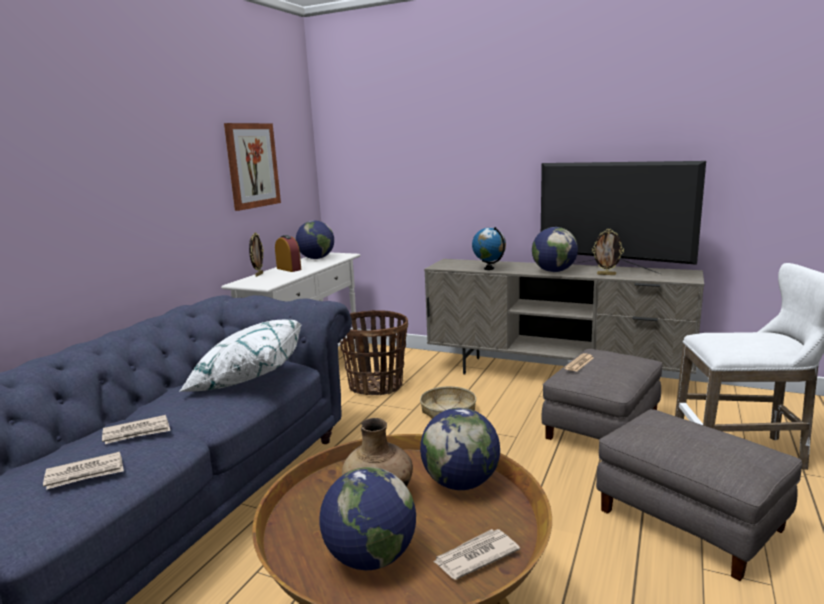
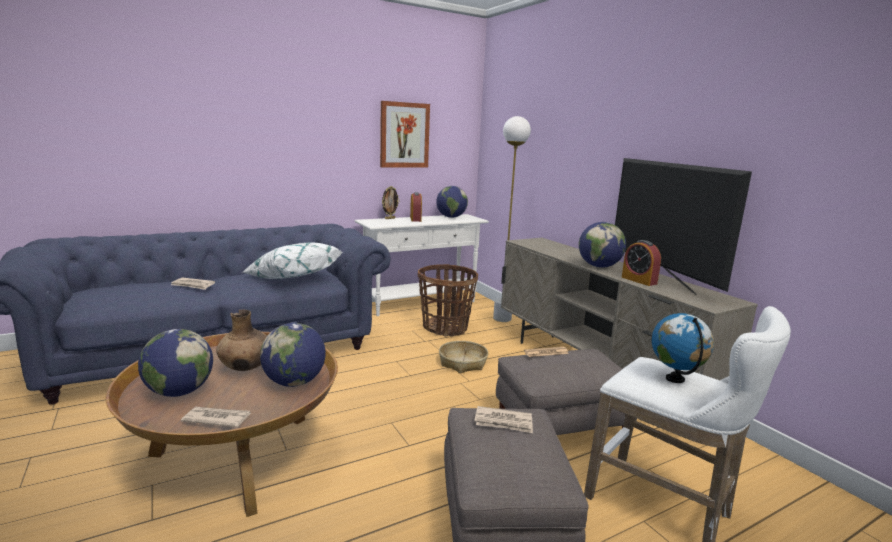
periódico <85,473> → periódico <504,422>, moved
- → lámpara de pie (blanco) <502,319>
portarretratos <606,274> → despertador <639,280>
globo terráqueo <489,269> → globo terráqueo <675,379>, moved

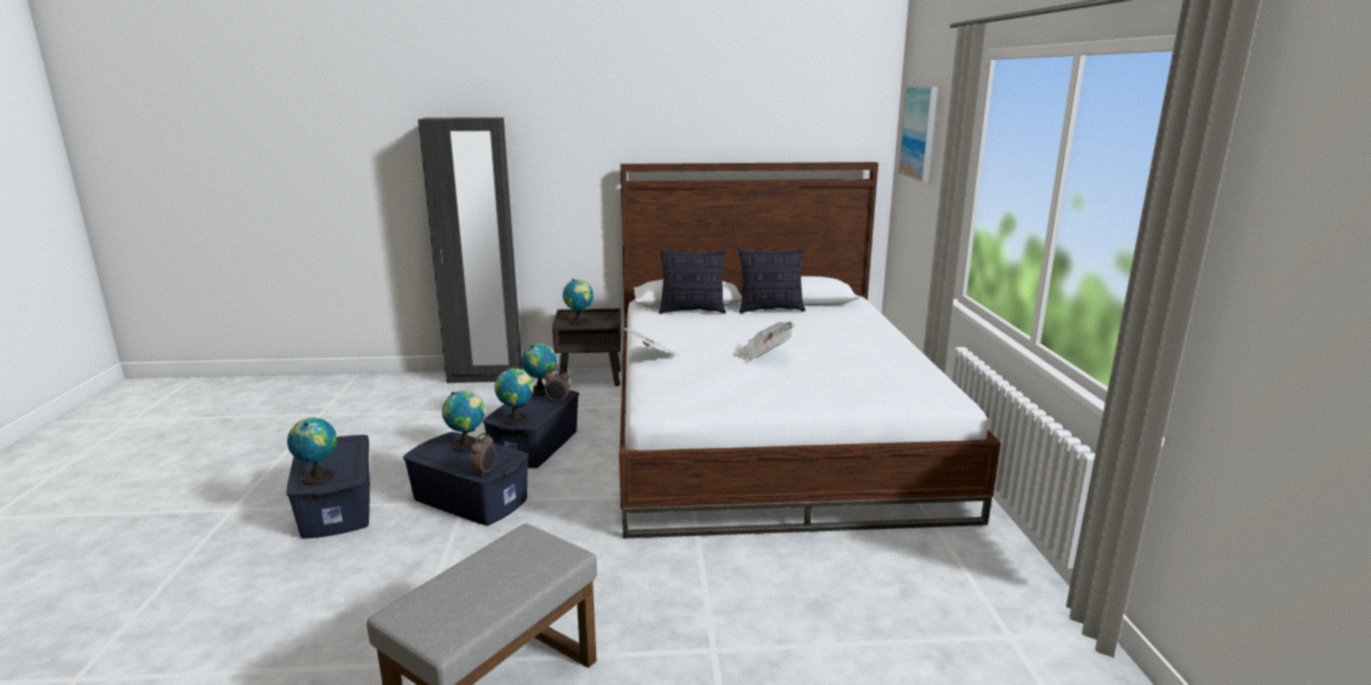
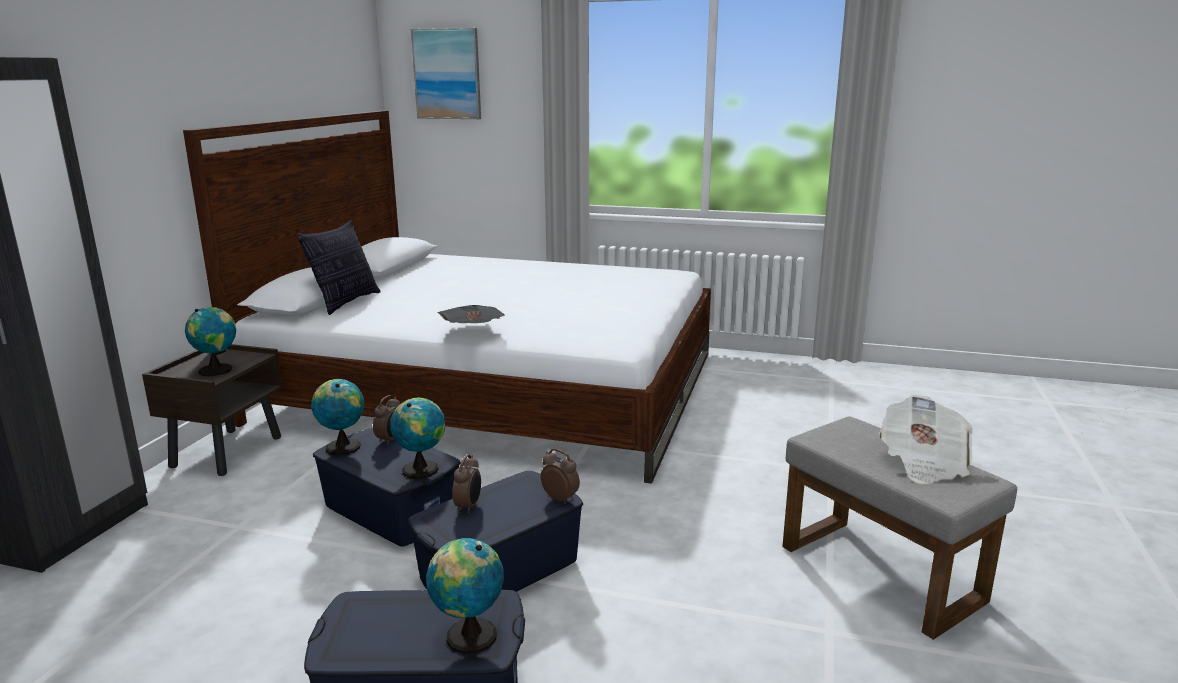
globo terráqueo <467,445> → despertador <469,506>
periódico <763,356> → periódico <923,462>, moved
cojín <770,309> → -

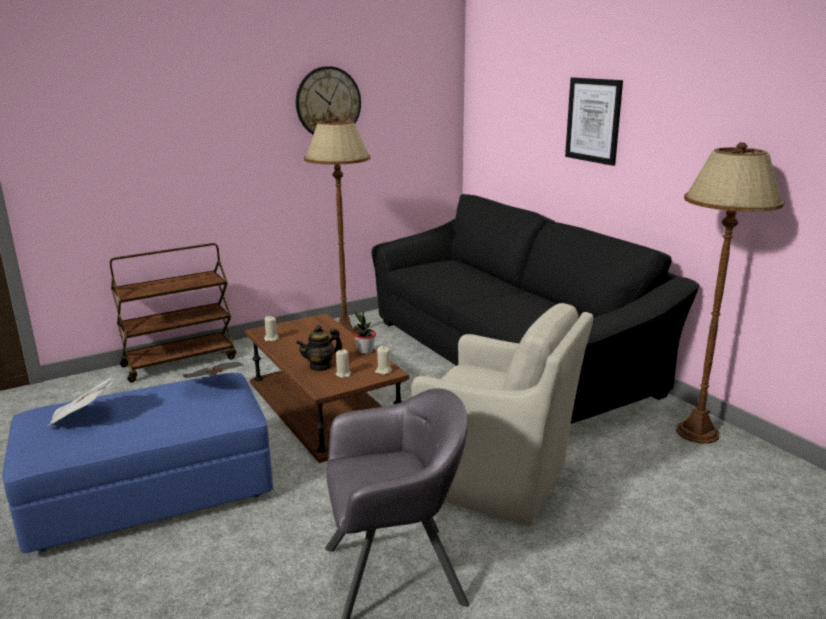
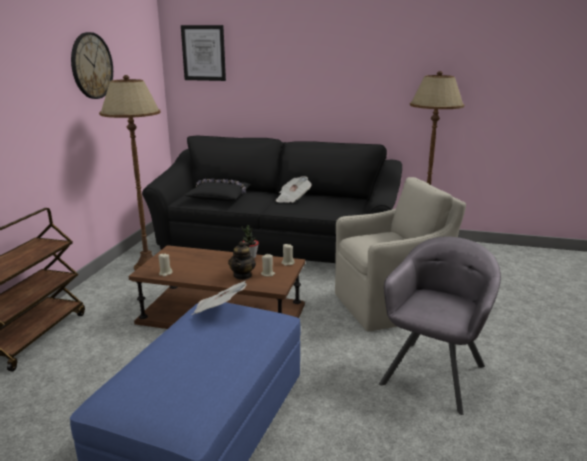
cuadro <593,120> → cuadro <203,53>, moved
- → cojín (negro) <220,196>
periódico <83,417> → periódico <292,199>, moved

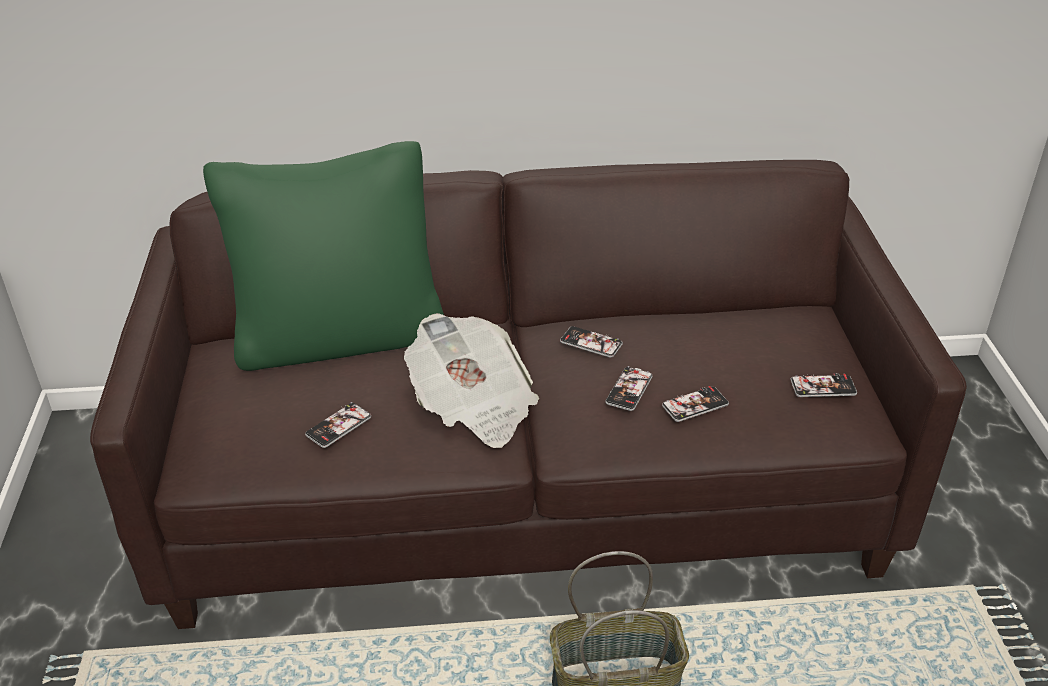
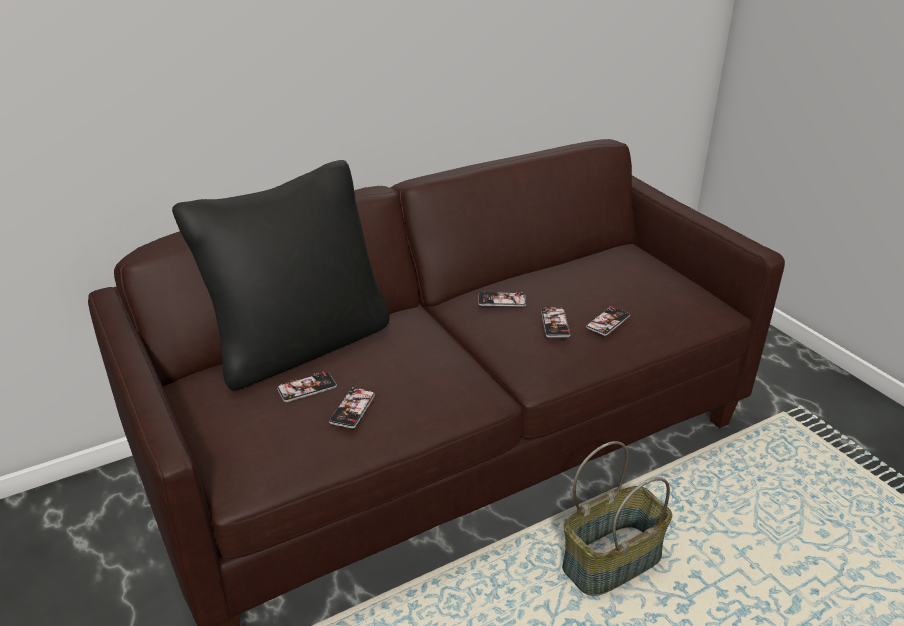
cojín (verde) <340,337> → cojín (negro) <300,345>
móvil <823,387> → móvil <307,388>, moved
periódico <474,406> → -

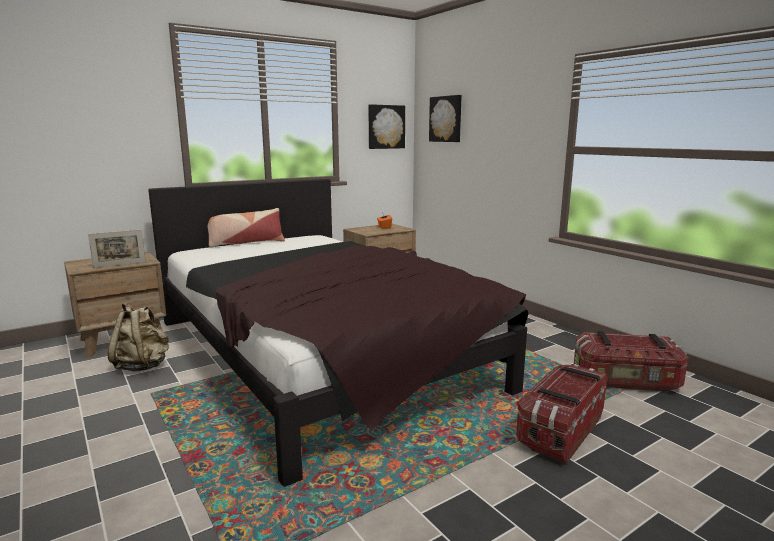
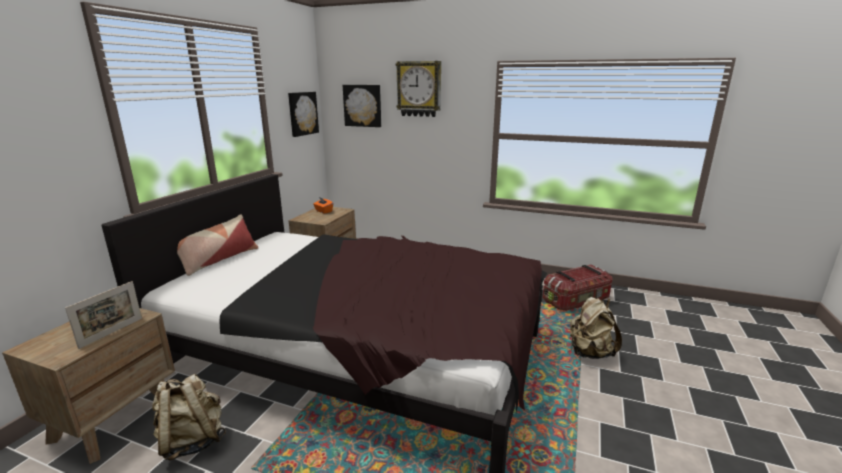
- → reloj de pared <419,89>
caja de almacenaje <560,431> → mochila (beis) <589,353>

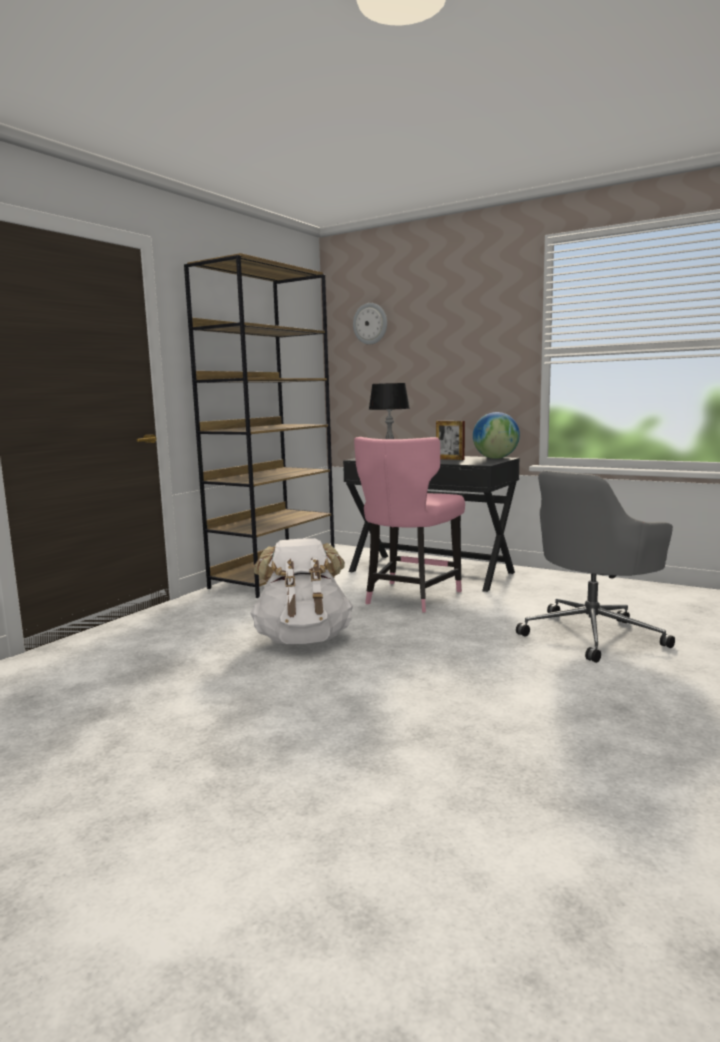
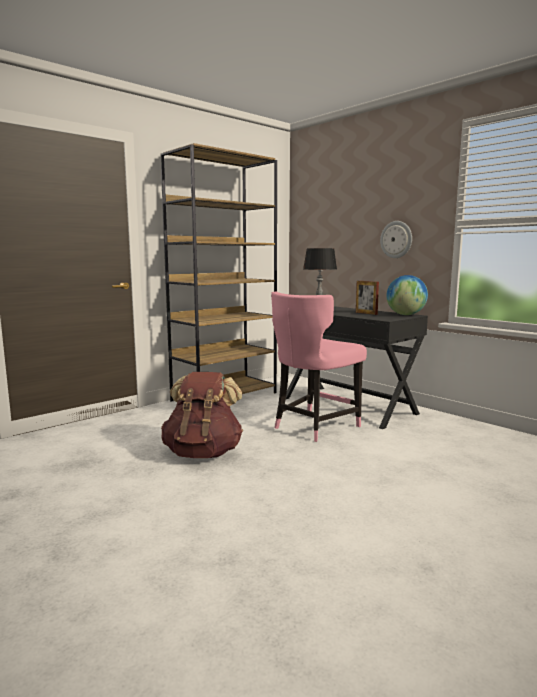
mochila (blanco) <303,639> → mochila (marrón) <203,453>
reloj de pared <370,323> → reloj de pared <396,239>, moved
silla de oficina (gris) <593,634> → -

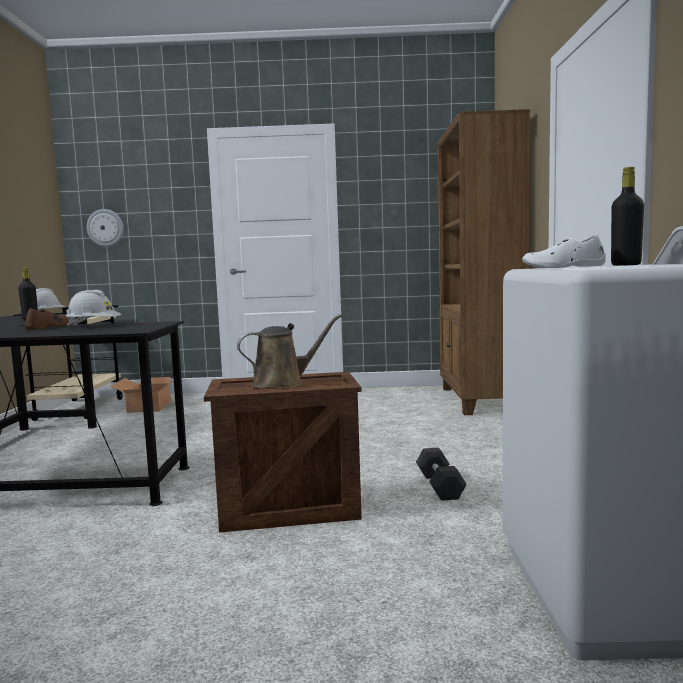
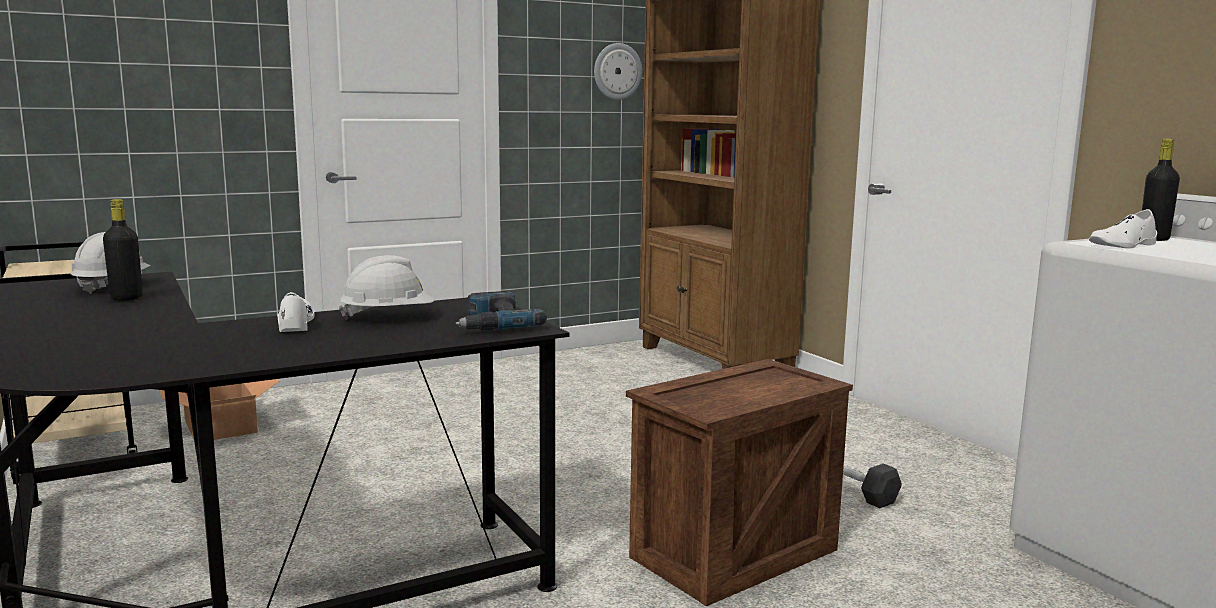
zapato (marrón) <48,327> → zapato (blanco) <295,323>
- → taladro <492,323>
reloj de pared <105,228> → reloj de pared <617,71>, moved
regadera (marrón) <283,383> → -

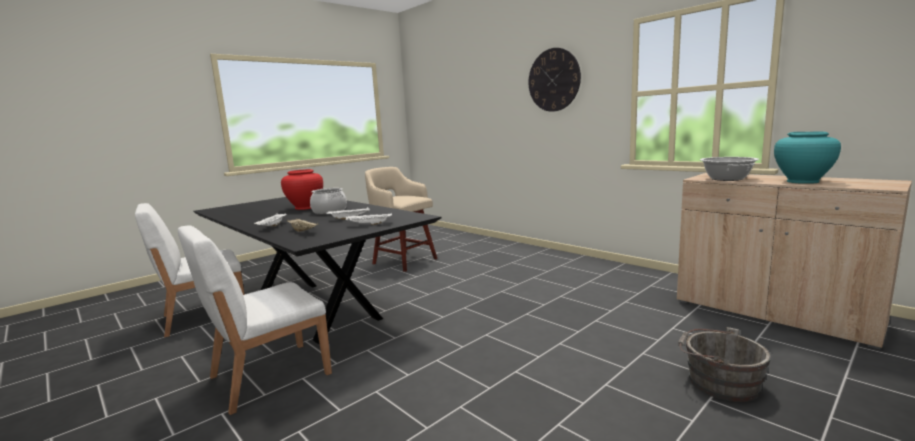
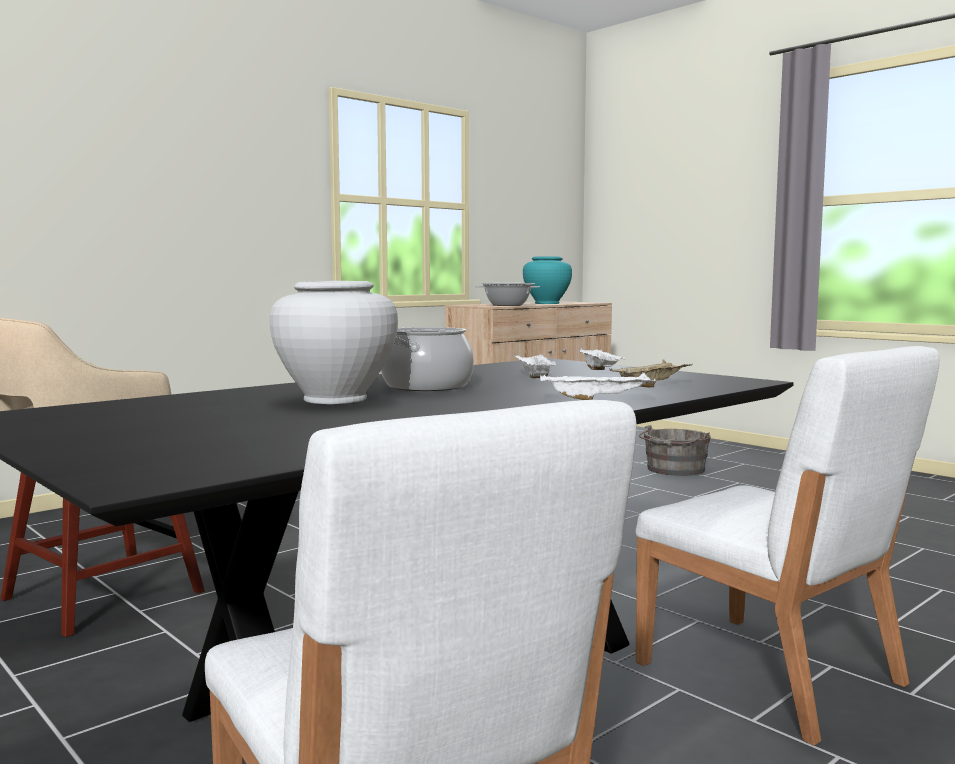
florero (rojo) <305,207> → florero (blanco) <335,399>
reloj de pared <553,80> → -

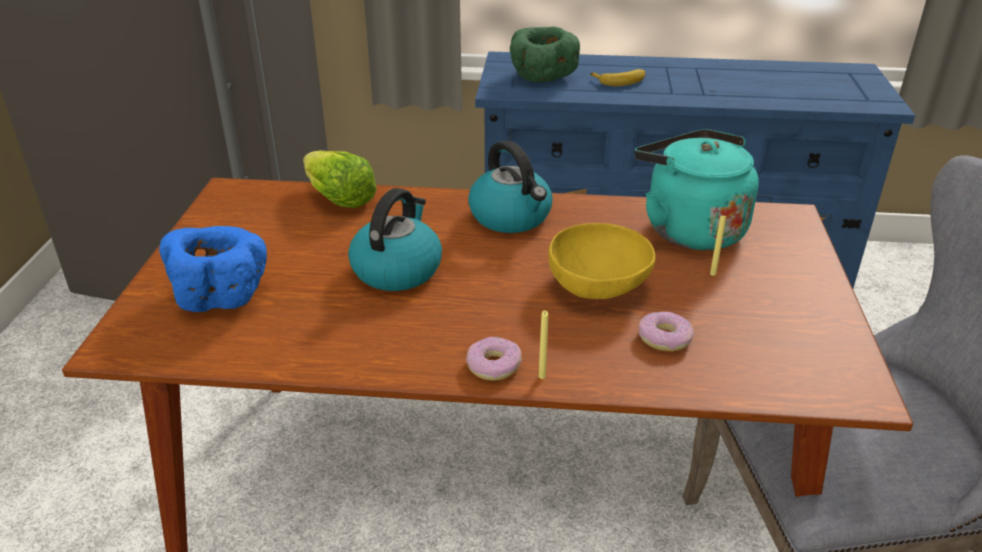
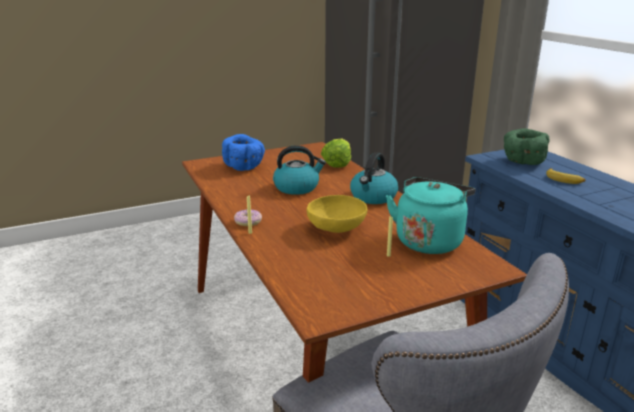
rosquilla <664,338> → -

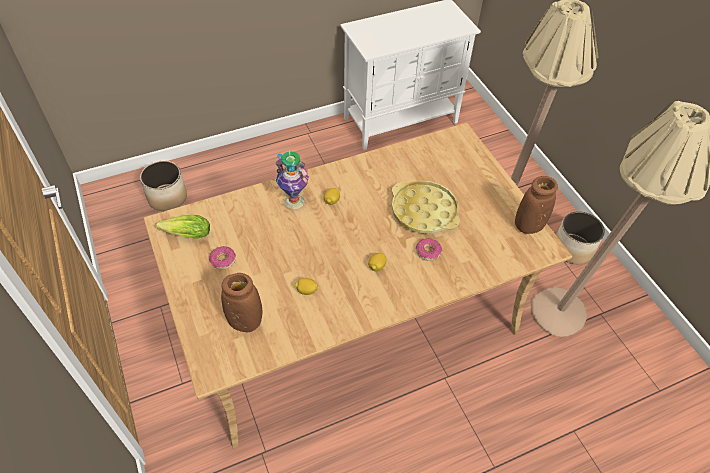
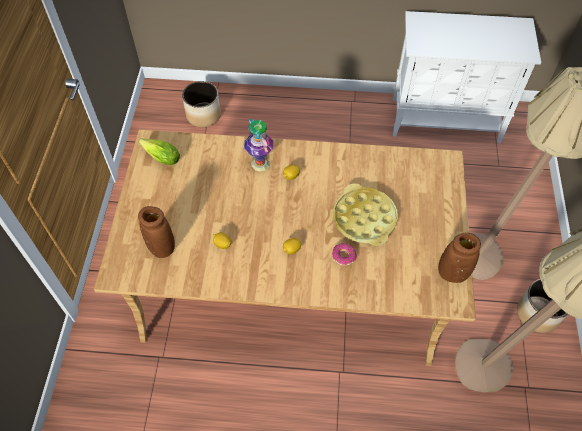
rosquilla <223,260> → -

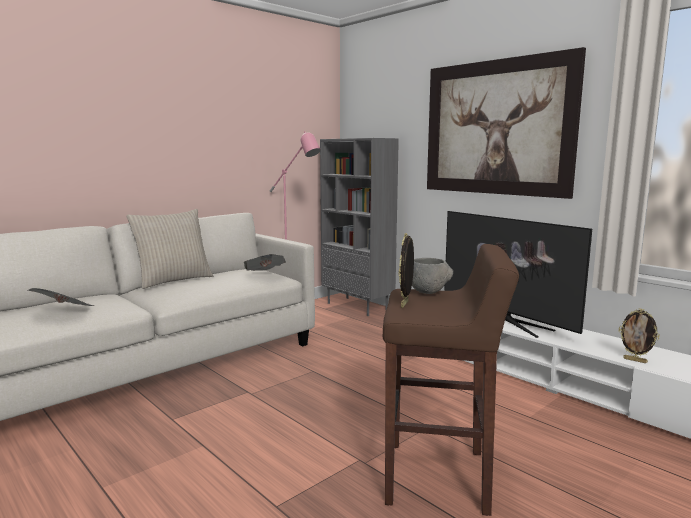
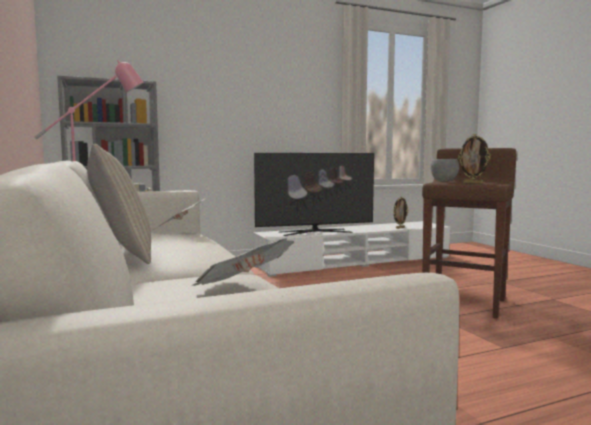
cuadro <496,128> → -

